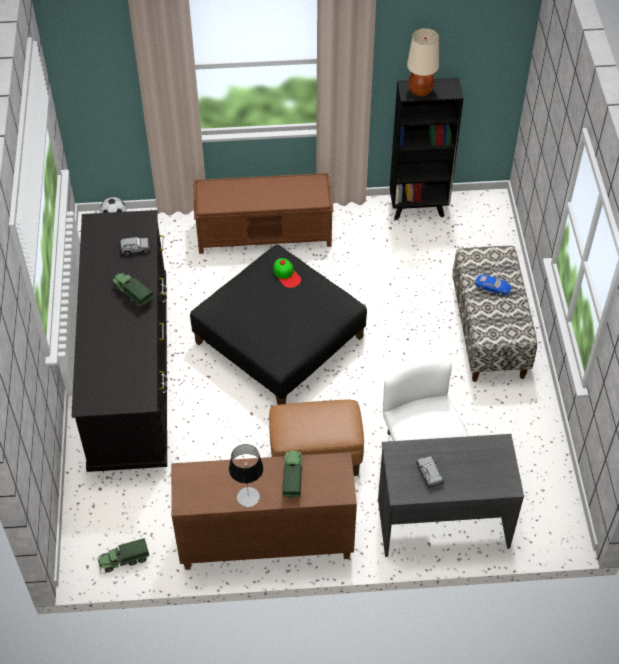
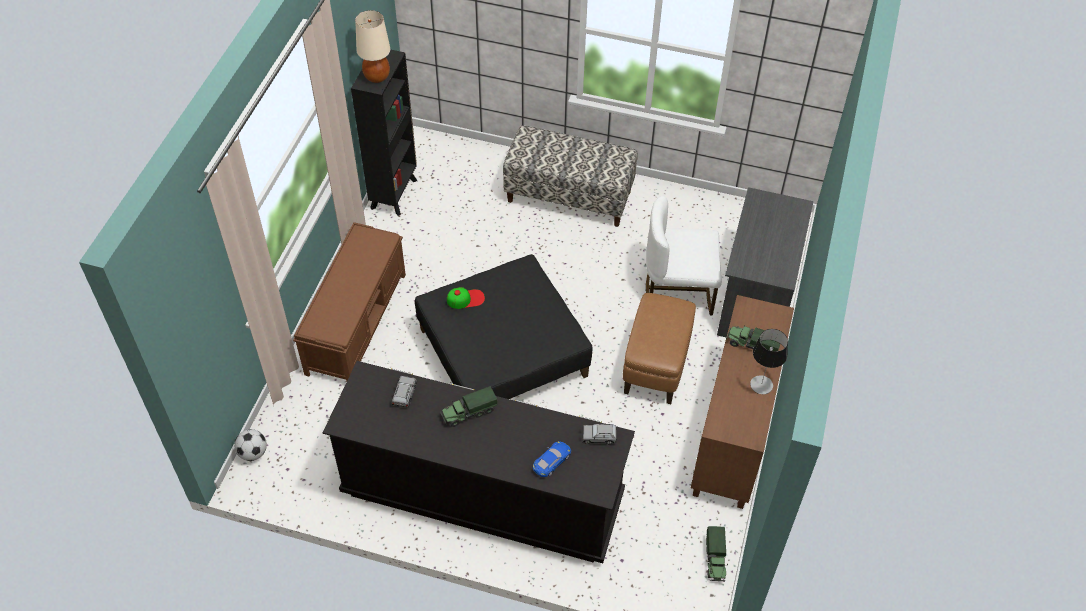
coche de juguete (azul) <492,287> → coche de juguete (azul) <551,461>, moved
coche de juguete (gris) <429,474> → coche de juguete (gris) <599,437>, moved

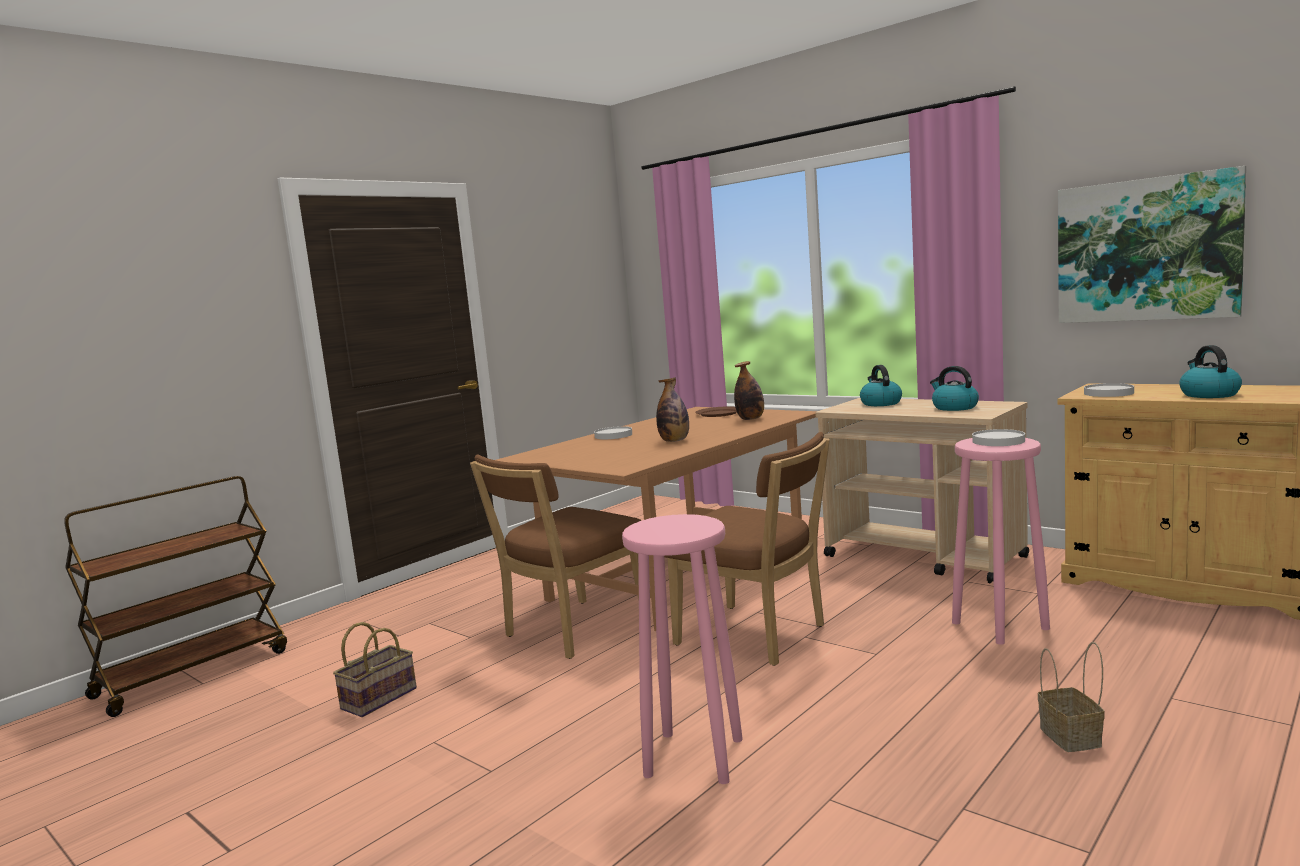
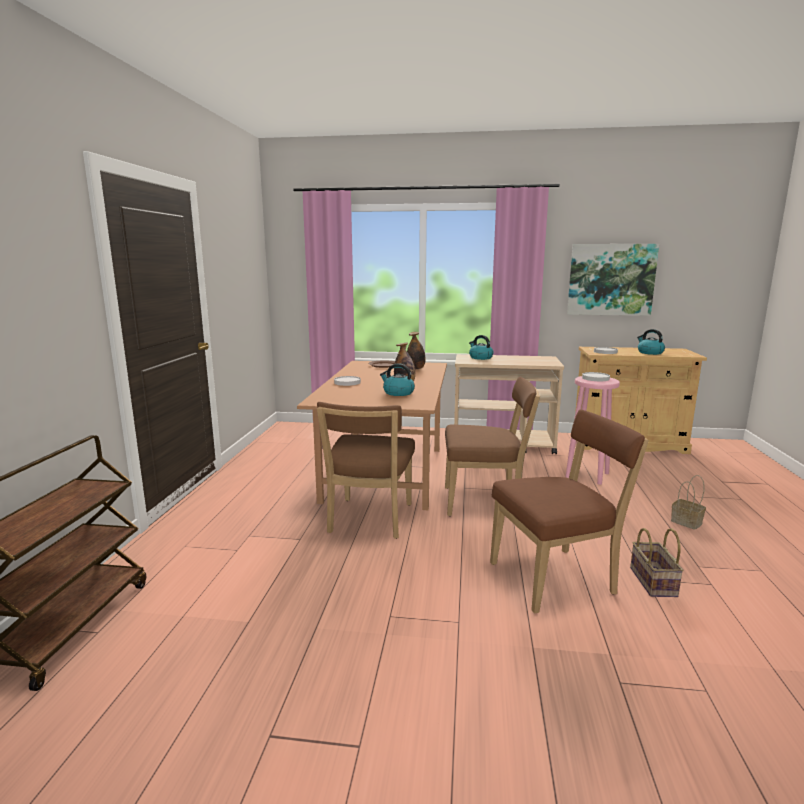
hervidor <954,407> → hervidor <398,393>, moved
taburete (rosa) <693,758> → silla (marrón) <557,578>
cesta <379,697> → cesta <651,581>, moved

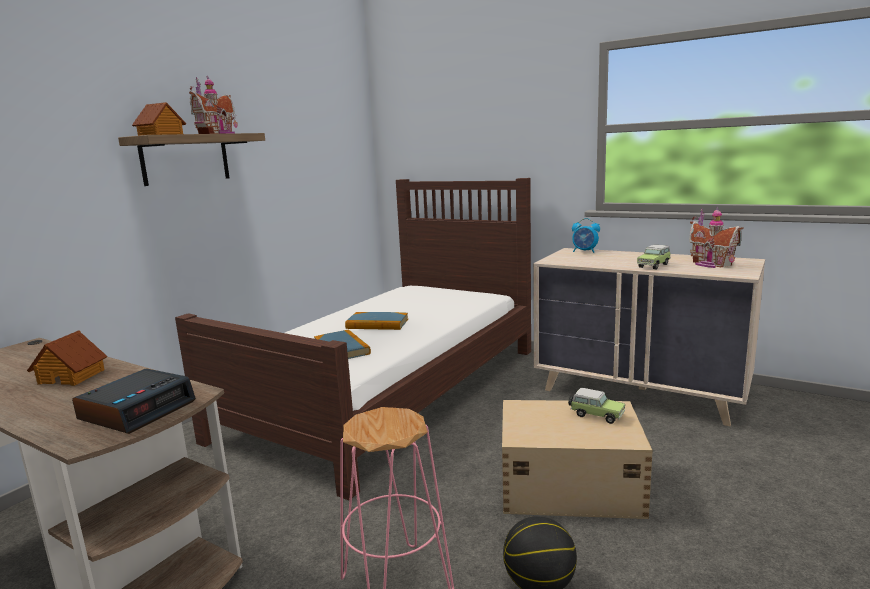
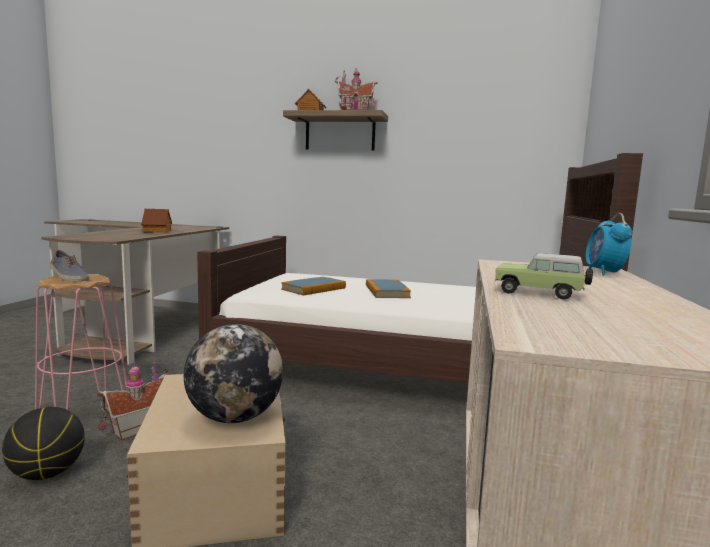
- → zapato <68,278>
casita <710,264> → casita <135,428>, moved
coche de juguete <595,415> → globo terráqueo <234,417>
despertador <138,410> → -

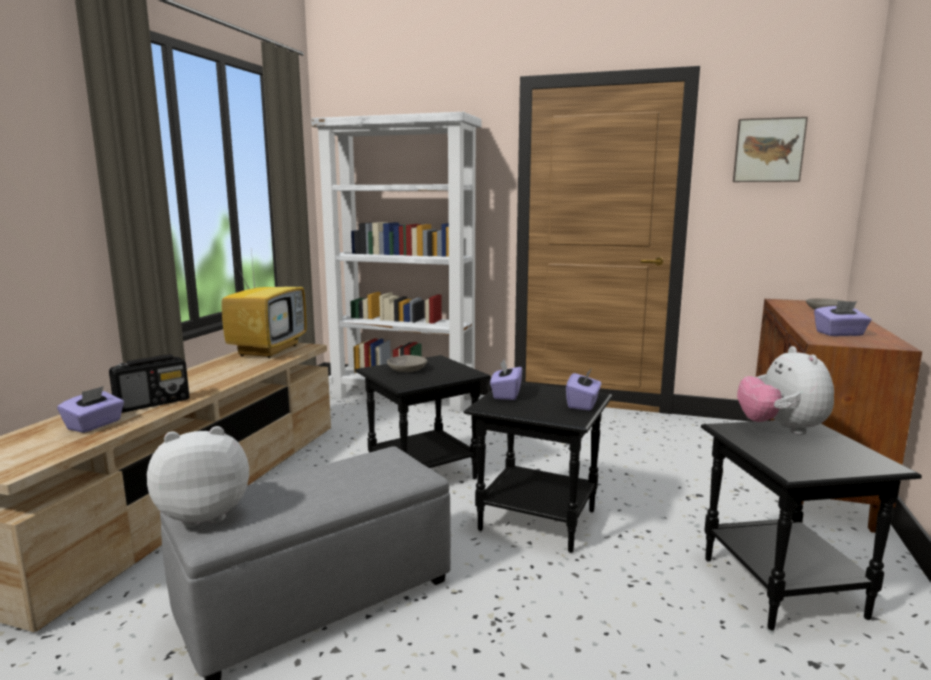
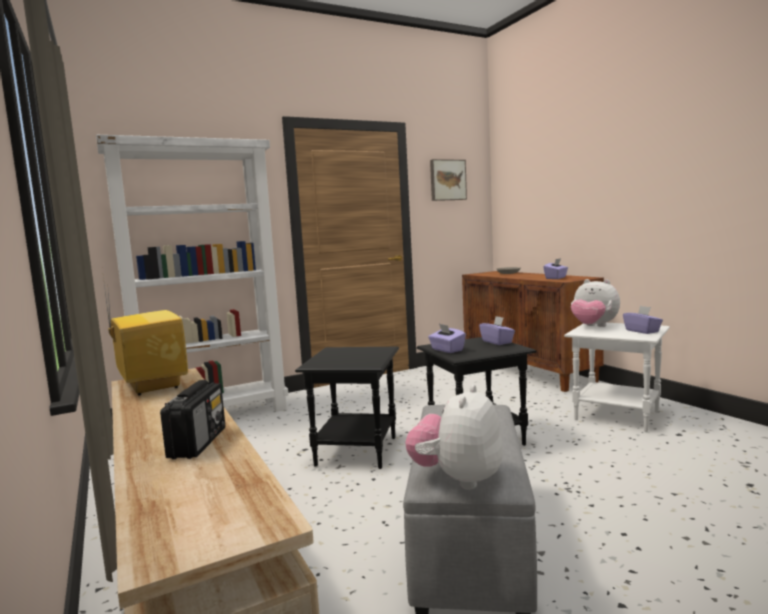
mesa auxiliar (negro) <783,588> → mesa auxiliar (blanco) <618,416>
caja de pañuelos (morado) <95,425> → caja de pañuelos (morado) <642,331>, moved
cuenco (gris) <407,369> → -

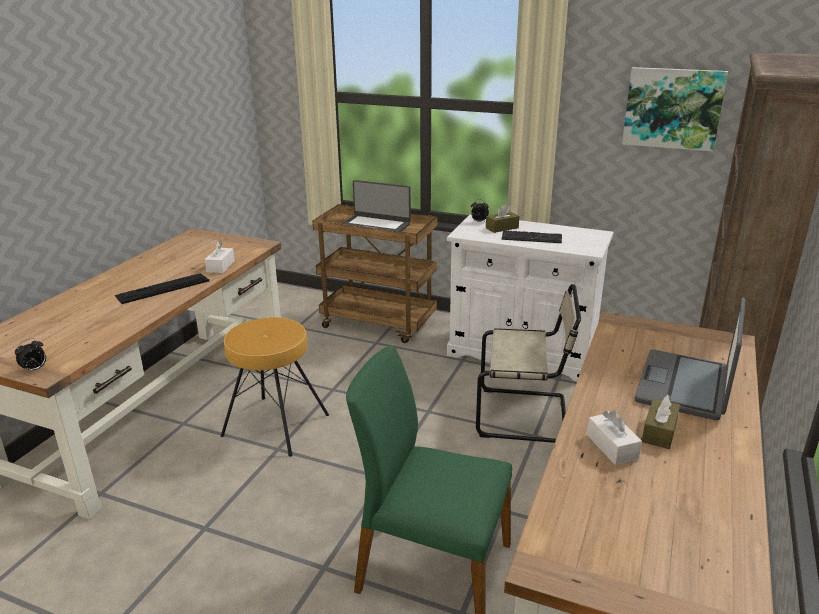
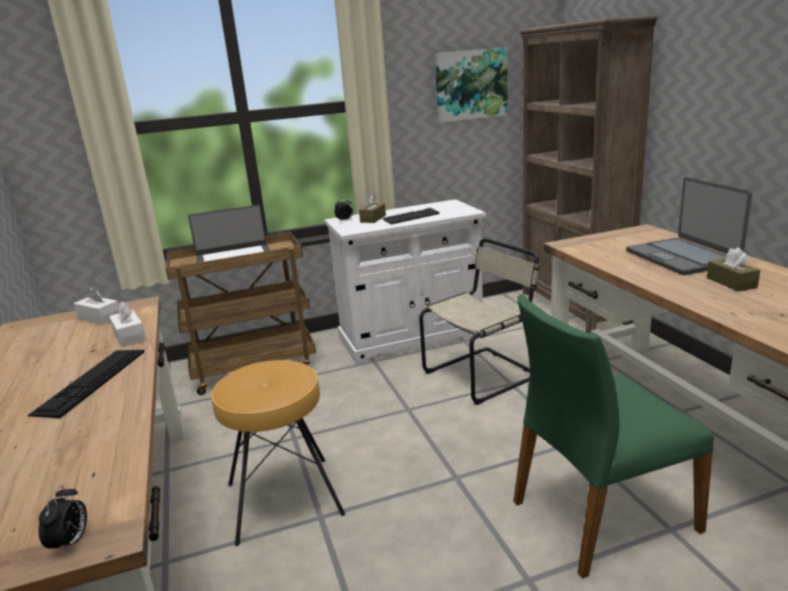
caja de pañuelos (blanco) <612,447> → caja de pañuelos (blanco) <99,318>, moved

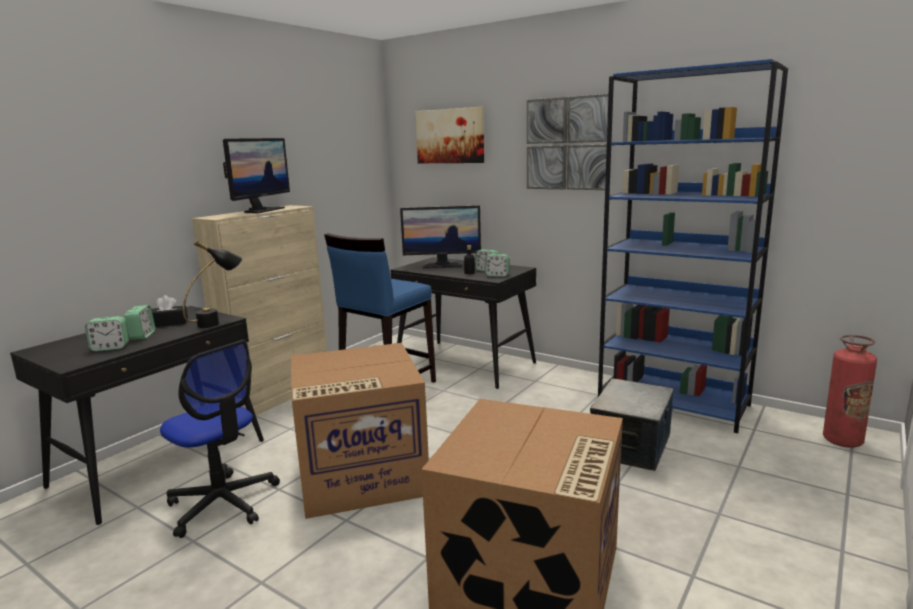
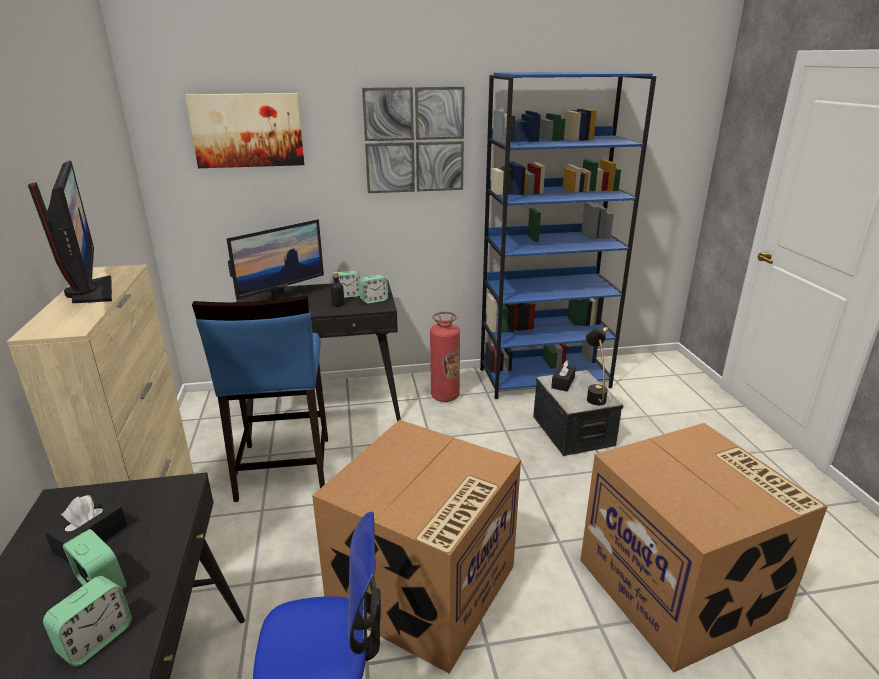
extintor <842,441> → extintor <445,396>, moved
- → caja de pañuelos (negro) <563,383>
lámpara de mesa (negro) <218,322> → lámpara de mesa (negro) <594,395>, moved

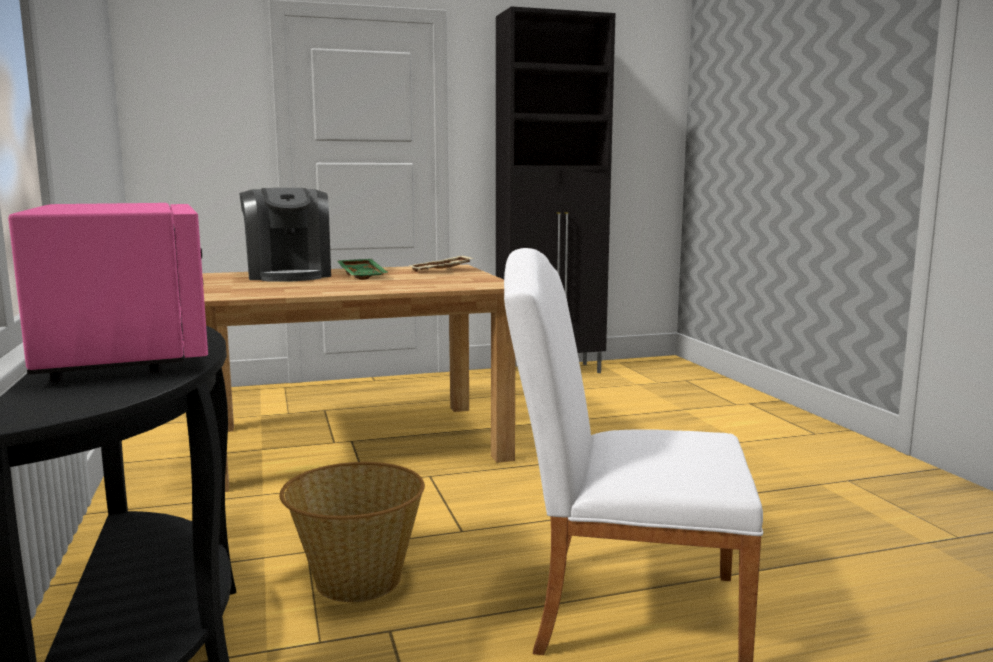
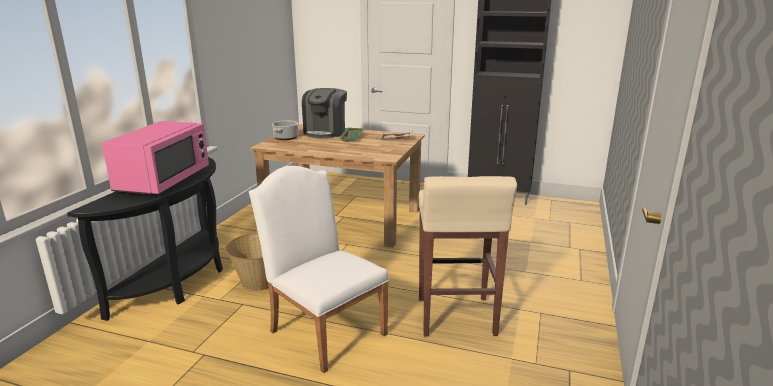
- → olla <286,138>
- → taburete (beis) <456,317>

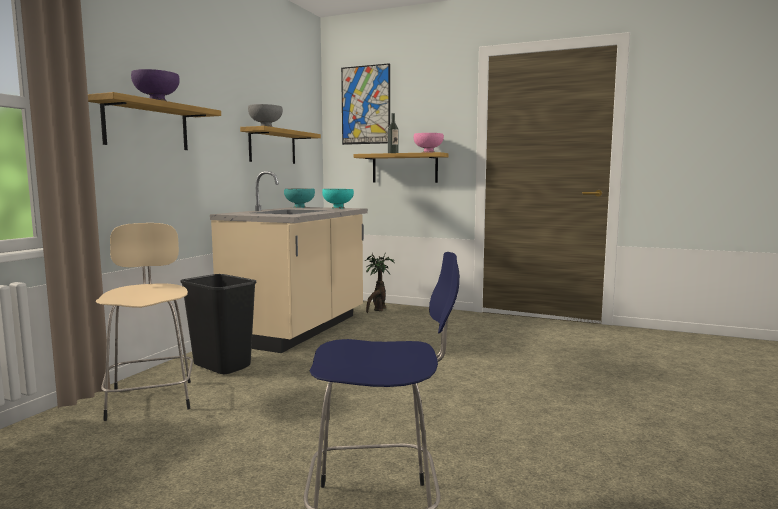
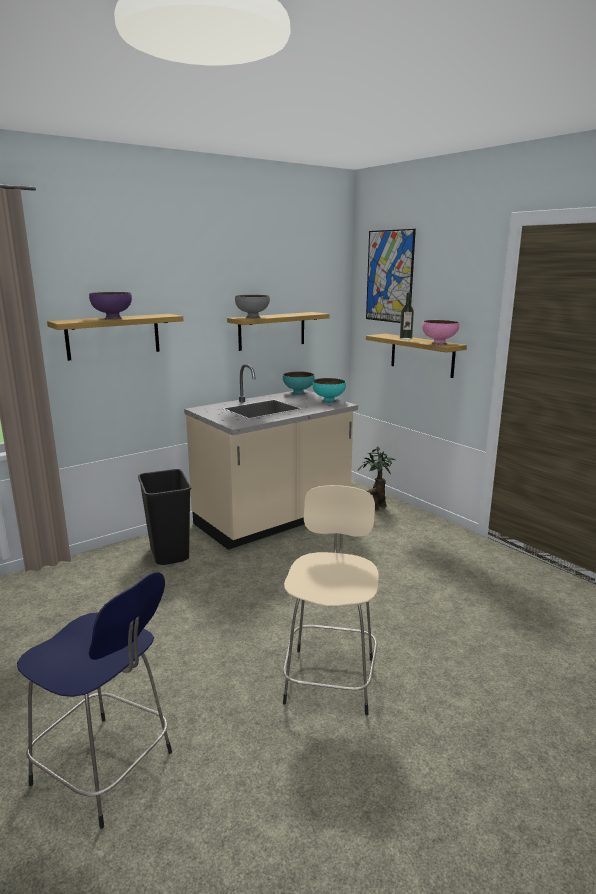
taburete (beis) <151,398> → taburete (beis) <330,677>, moved

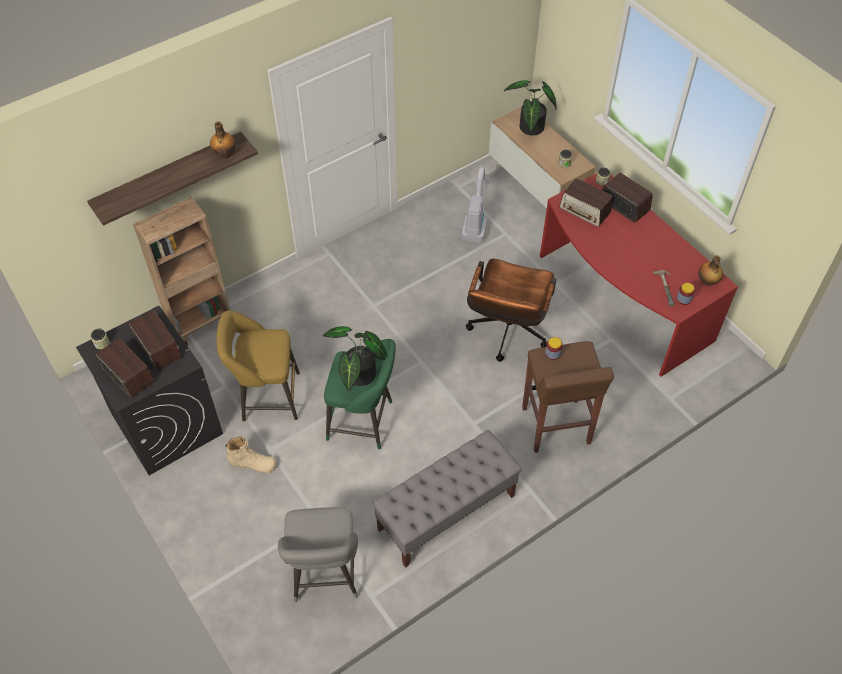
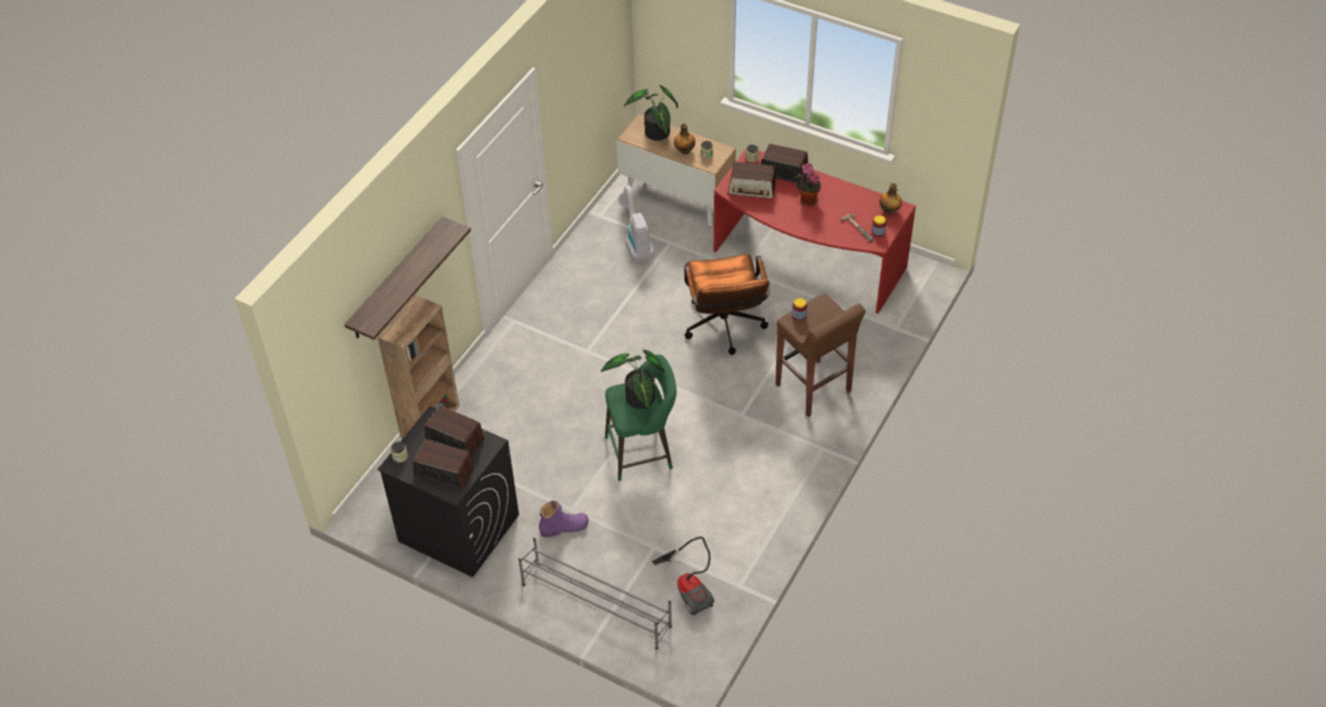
- → zapatero (gris) <595,604>
bota (beis) <253,463> → bota (morado) <564,527>
taburete (gris) <325,576> → aspiradora <690,588>
botella <225,154> → botella <684,150>, moved
- → planta en maceta <807,200>
taburete (amarillo) <266,397> → -
banco (gris) <446,513> → -

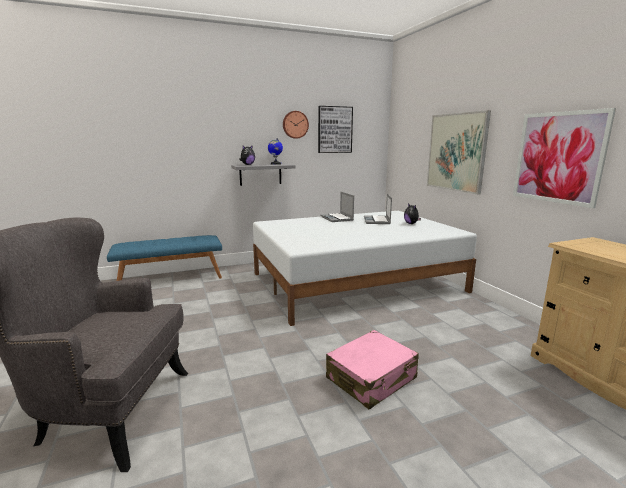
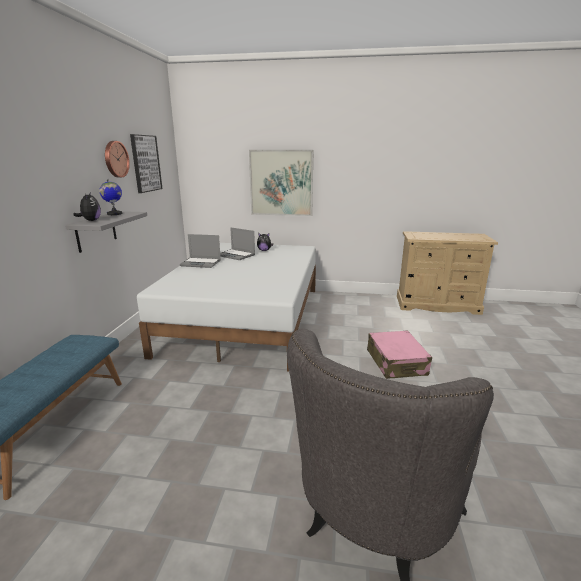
cuadro <558,157> → -

